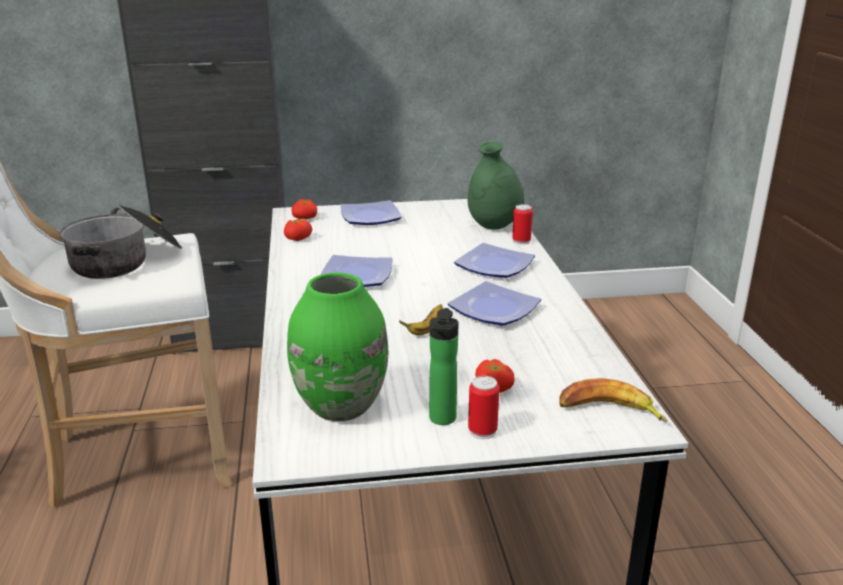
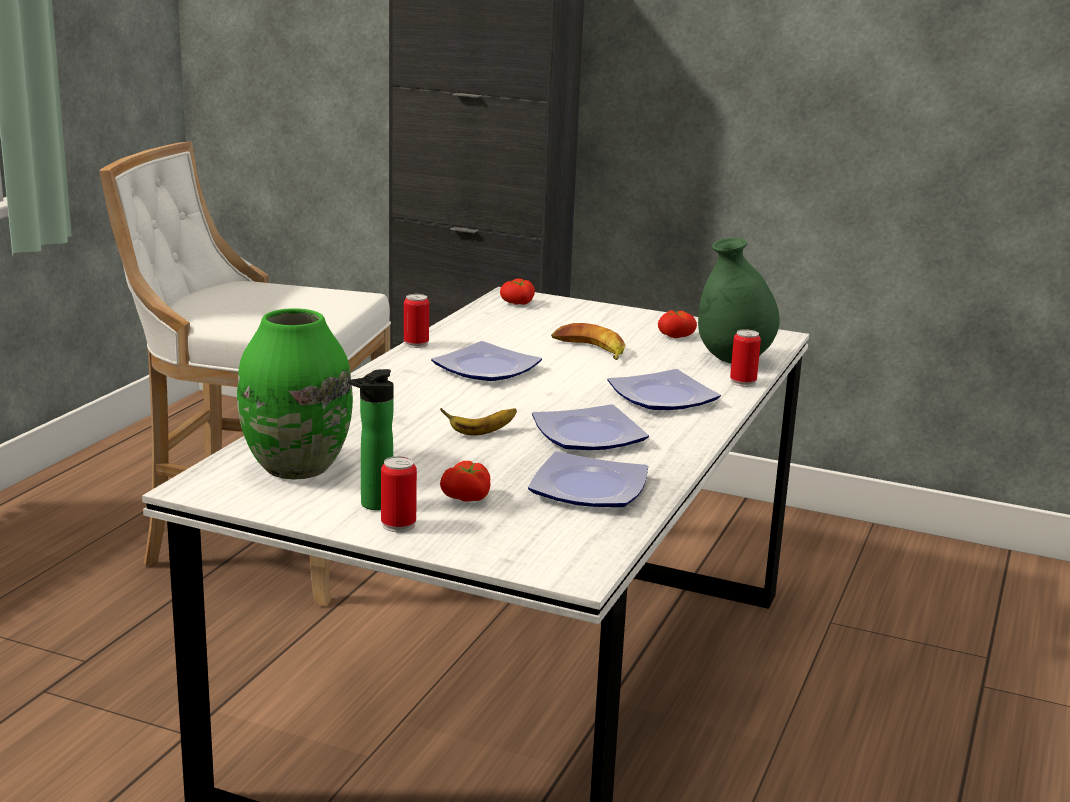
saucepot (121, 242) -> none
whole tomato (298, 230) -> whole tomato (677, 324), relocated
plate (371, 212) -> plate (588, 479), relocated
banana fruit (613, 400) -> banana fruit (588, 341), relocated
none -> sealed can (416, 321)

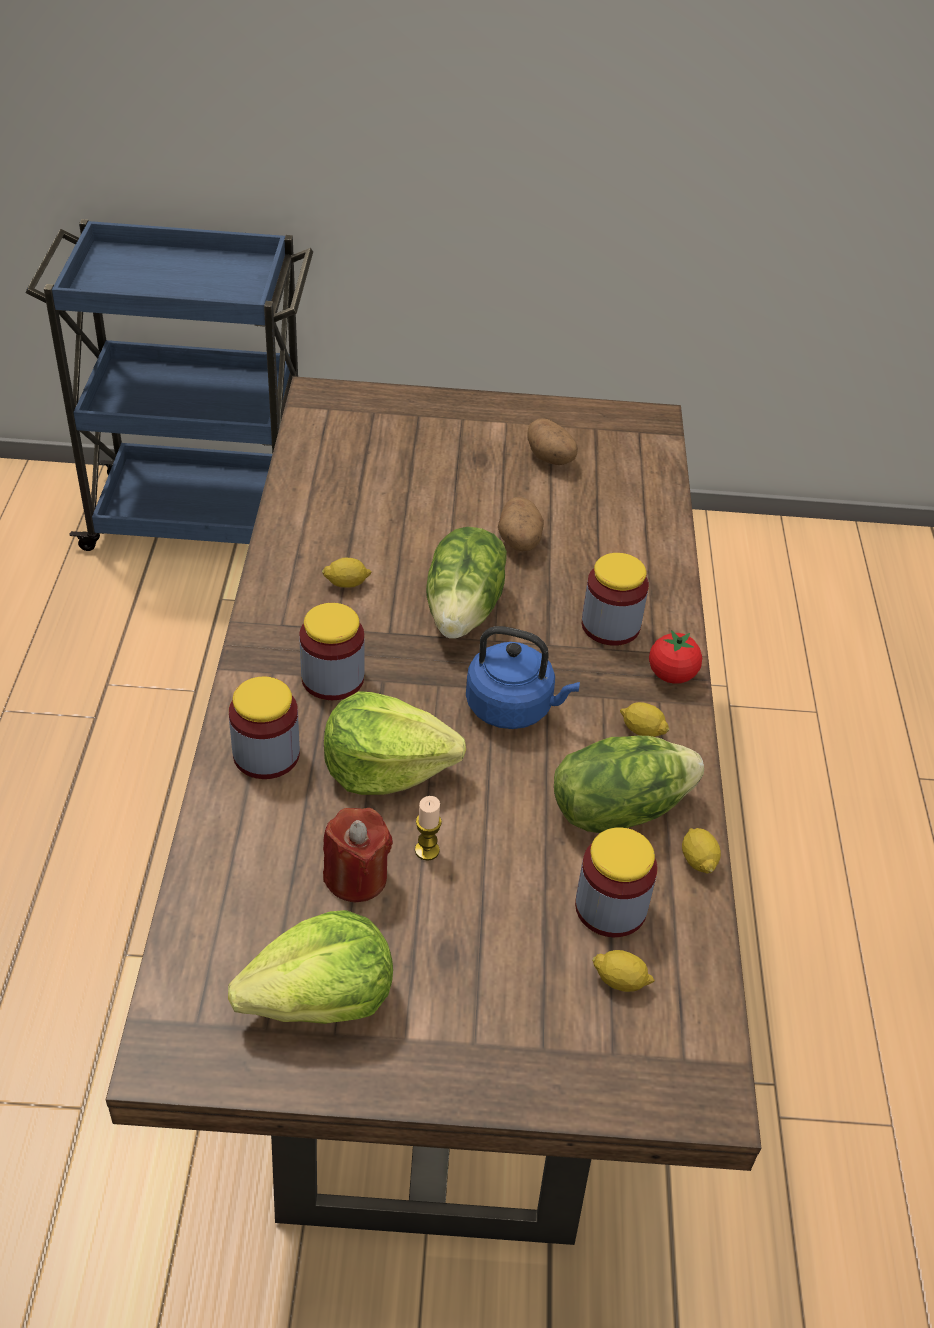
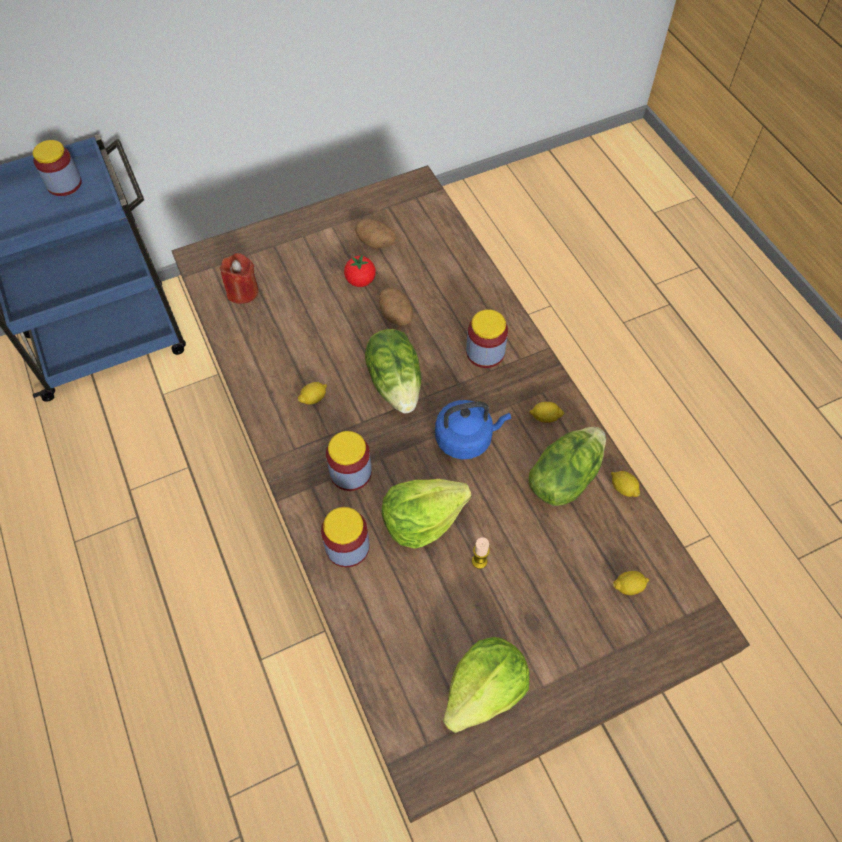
candle (red-coloured) (358, 855) -> candle (red-coloured) (239, 278), relocated
jar (616, 882) -> jar (57, 168), relocated
whole tomato (675, 657) -> whole tomato (360, 271), relocated

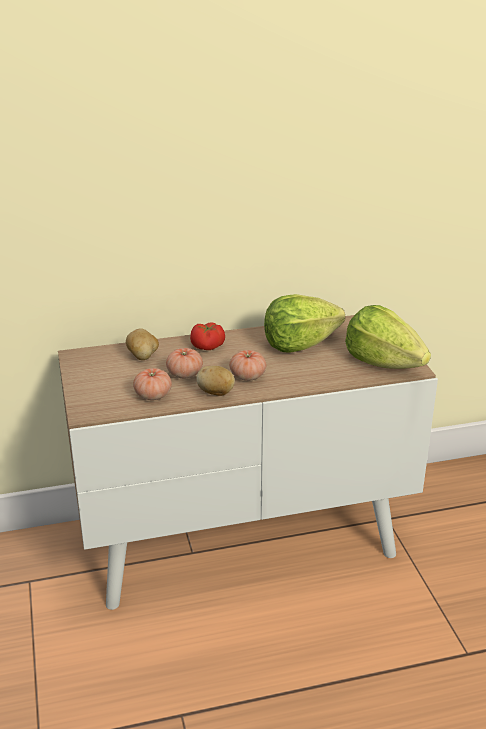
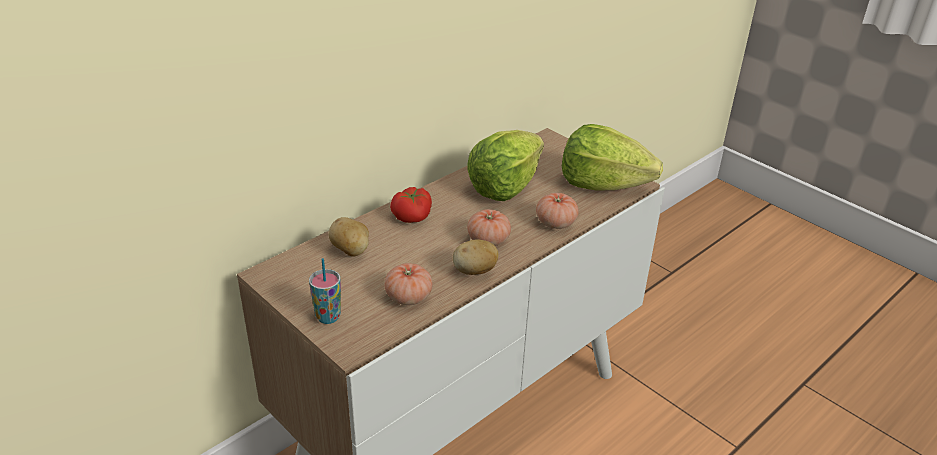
whole tomato (184, 363) -> whole tomato (557, 211), relocated
none -> drinking cup (325, 291)

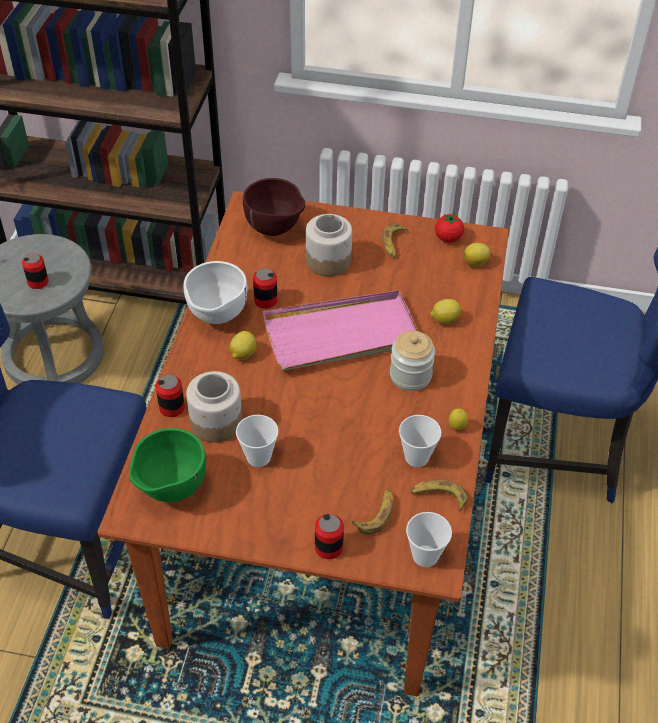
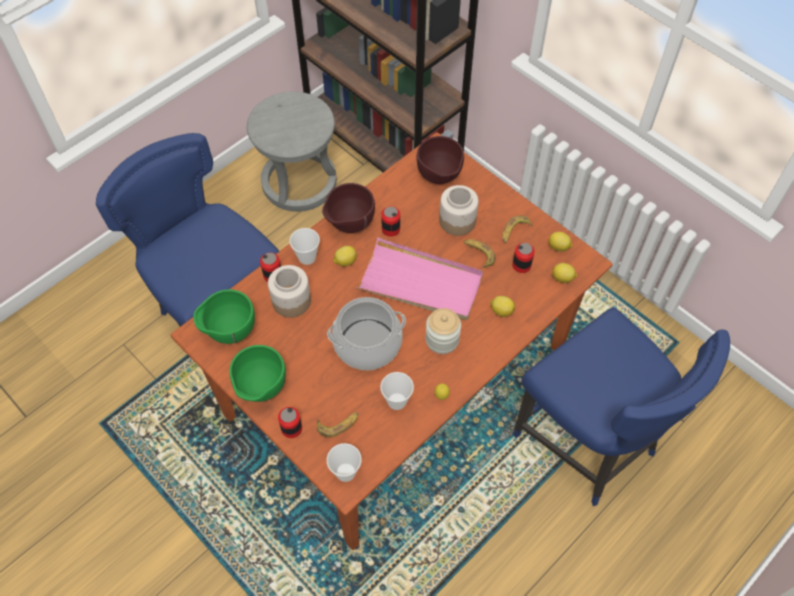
sealed can (35, 271) -> sealed can (523, 258), relocated
bowl (white-coloured) (215, 292) -> bowl (brown-coloured) (348, 208)
drinking cup (257, 441) -> drinking cup (305, 246), relocated
banana fruit (439, 495) -> banana fruit (479, 253), relocated
whole tomato (449, 228) -> lemon (560, 242)
none -> bowl (green-coloured) (257, 373)
none -> saucepot (366, 333)

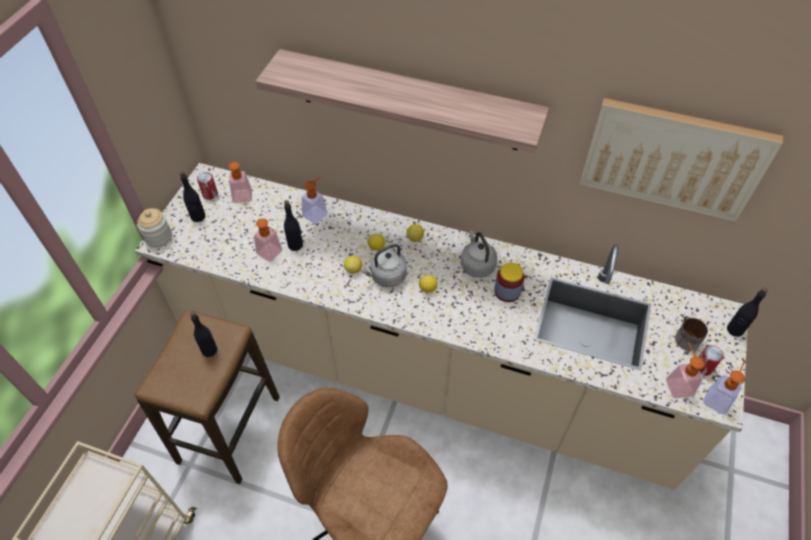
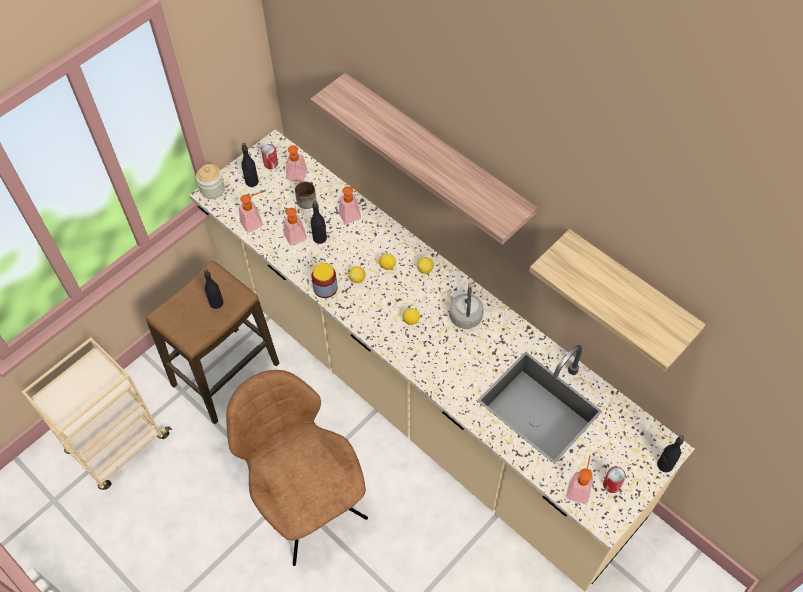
water kettle (greyish) (384, 265) -> none
jar (509, 282) -> jar (324, 280), relocated
picture (681, 160) -> bracket shelf (617, 300)
tea mug (691, 333) -> tea mug (305, 195), relocated
soap bottle (724, 387) -> soap bottle (251, 212), relocated

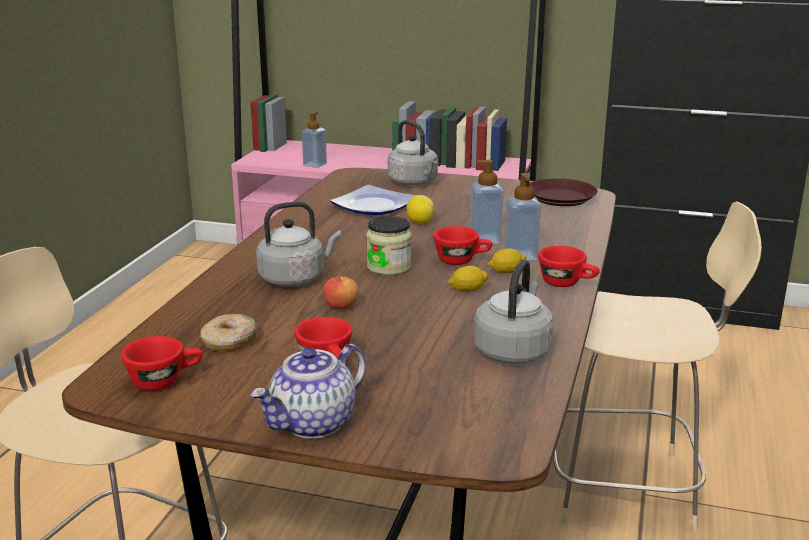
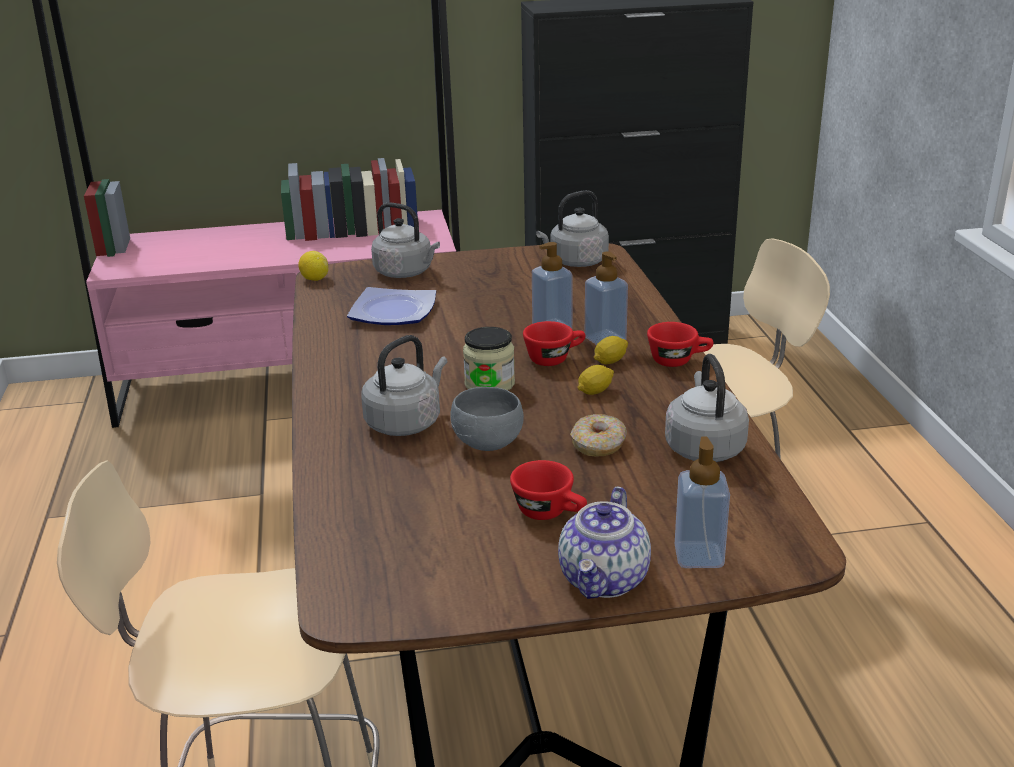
drinking cup (red-coloured) (161, 363) -> none
donut (229, 332) -> donut (598, 435), relocated
soap bottle (314, 140) -> soap bottle (702, 502), relocated
apple fruit (341, 292) -> bowl (greyish) (487, 419)
lemon (420, 209) -> lemon (313, 266), relocated
plate (brown-coloured) (563, 192) -> water kettle (greyish) (572, 228)

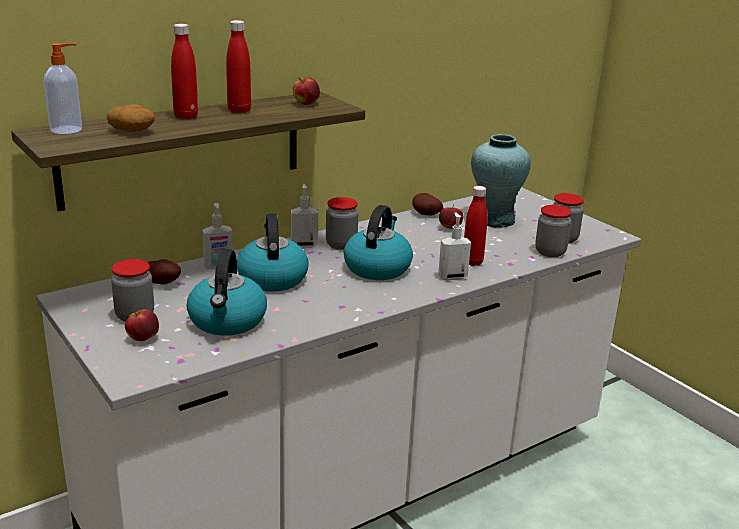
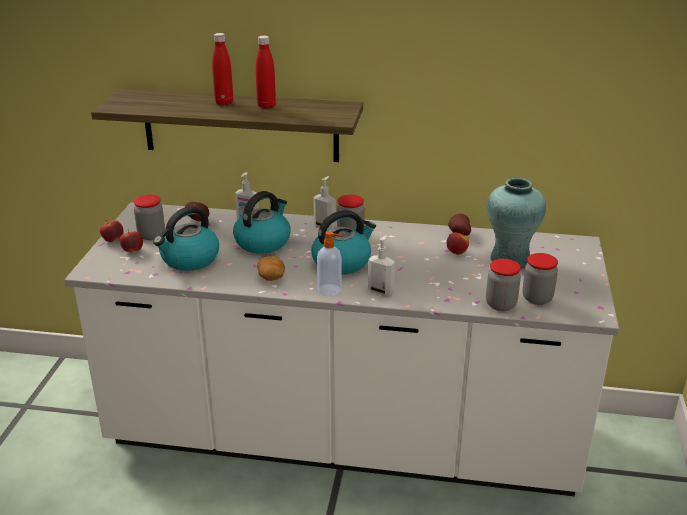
soap bottle (63, 88) -> soap bottle (329, 263), relocated
whole potato (131, 118) -> whole potato (271, 268), relocated
apple fruit (306, 91) -> apple fruit (112, 231), relocated
drink bottle (red-coloured) (475, 226) -> none

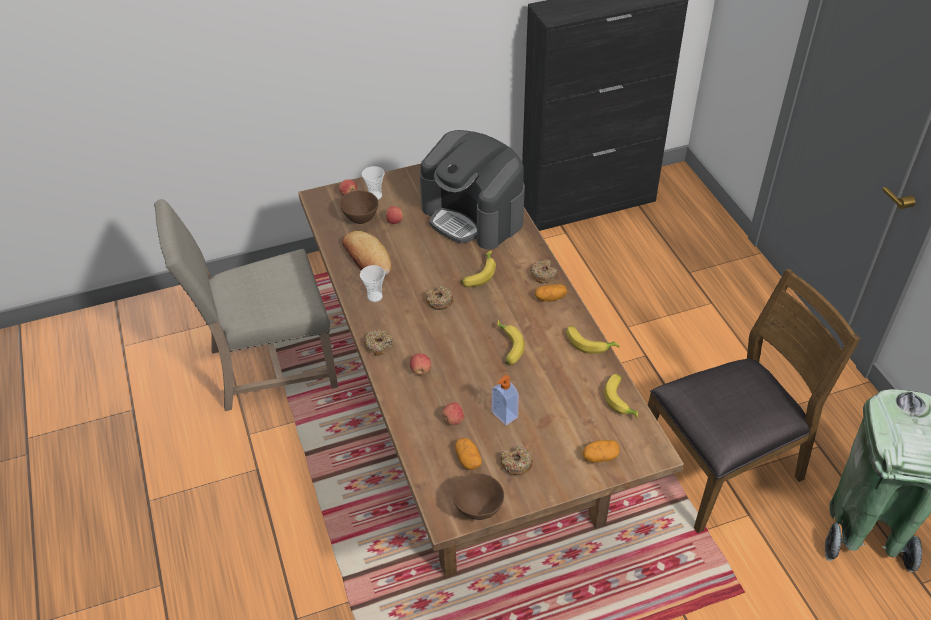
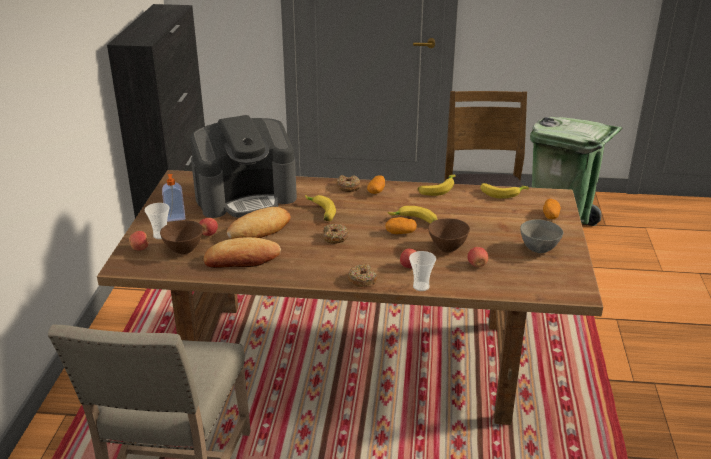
drinking cup (372, 283) -> drinking cup (422, 271), relocated
bowl (brown-coloured) (478, 496) -> bowl (brown-coloured) (449, 235), relocated
whole potato (468, 454) -> whole potato (401, 225), relocated
soap bottle (505, 400) -> soap bottle (174, 198), relocated
donut (516, 460) -> bowl (greyish) (541, 236)
none -> baked bread (259, 223)

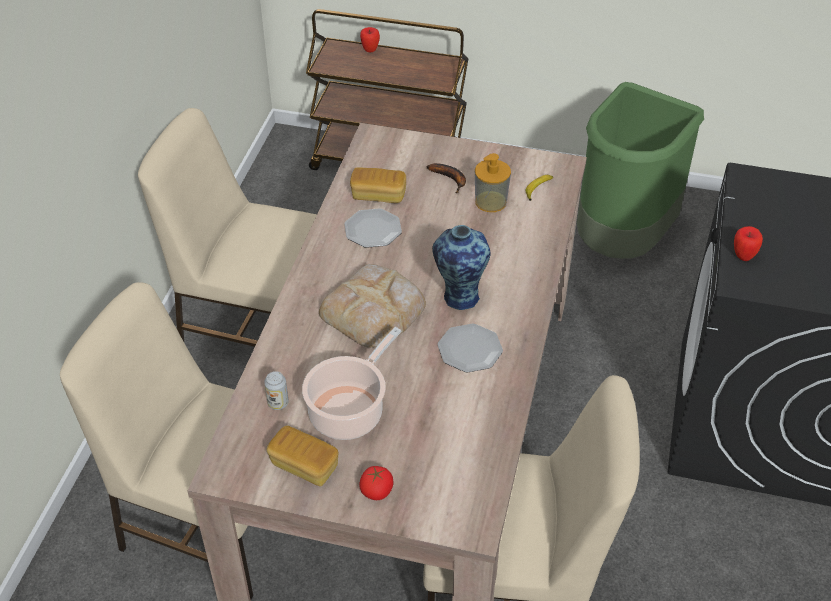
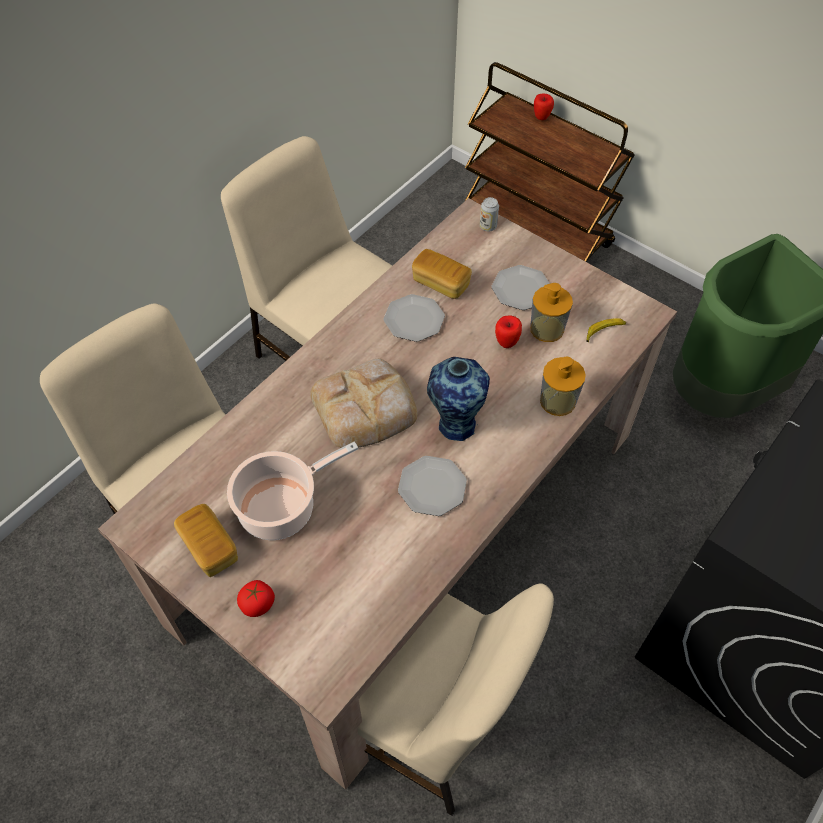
sealed can (276, 390) -> sealed can (489, 214), relocated
banana fruit (446, 178) -> plate (521, 287)
apple fruit (748, 243) -> apple fruit (508, 331), relocated
none -> soap bottle (563, 386)

